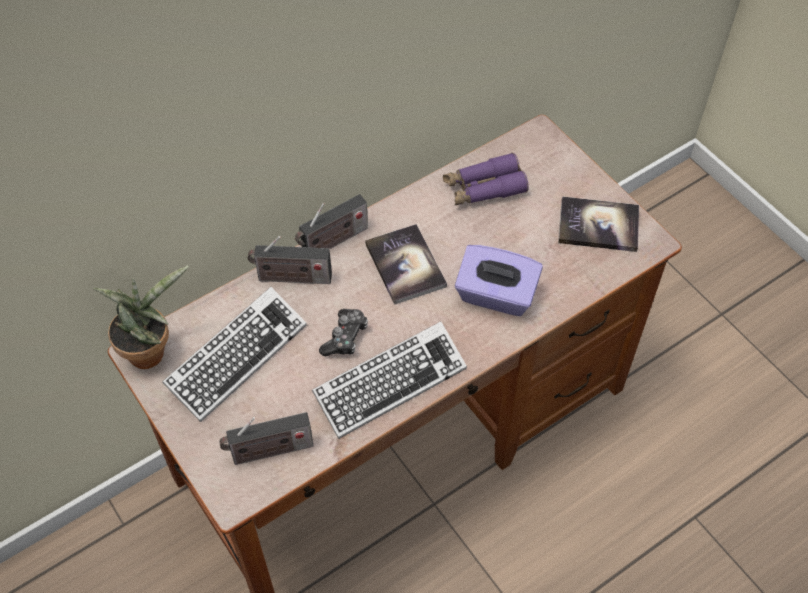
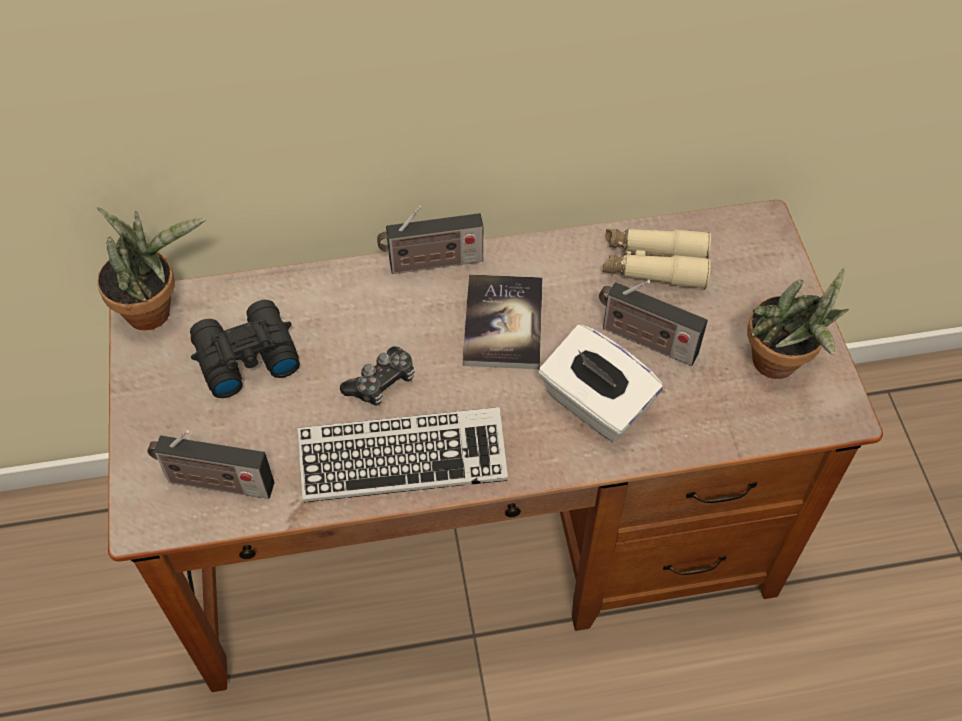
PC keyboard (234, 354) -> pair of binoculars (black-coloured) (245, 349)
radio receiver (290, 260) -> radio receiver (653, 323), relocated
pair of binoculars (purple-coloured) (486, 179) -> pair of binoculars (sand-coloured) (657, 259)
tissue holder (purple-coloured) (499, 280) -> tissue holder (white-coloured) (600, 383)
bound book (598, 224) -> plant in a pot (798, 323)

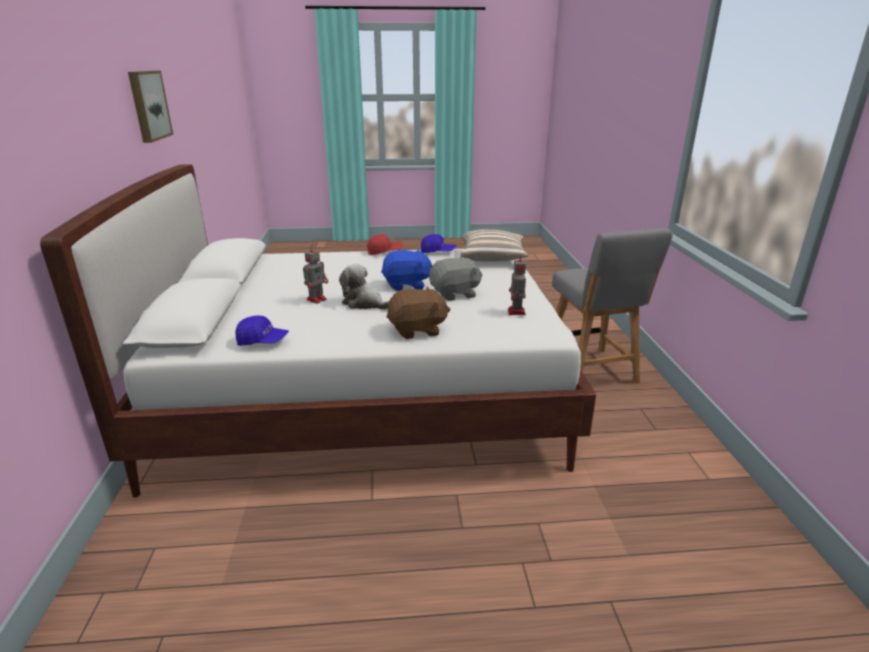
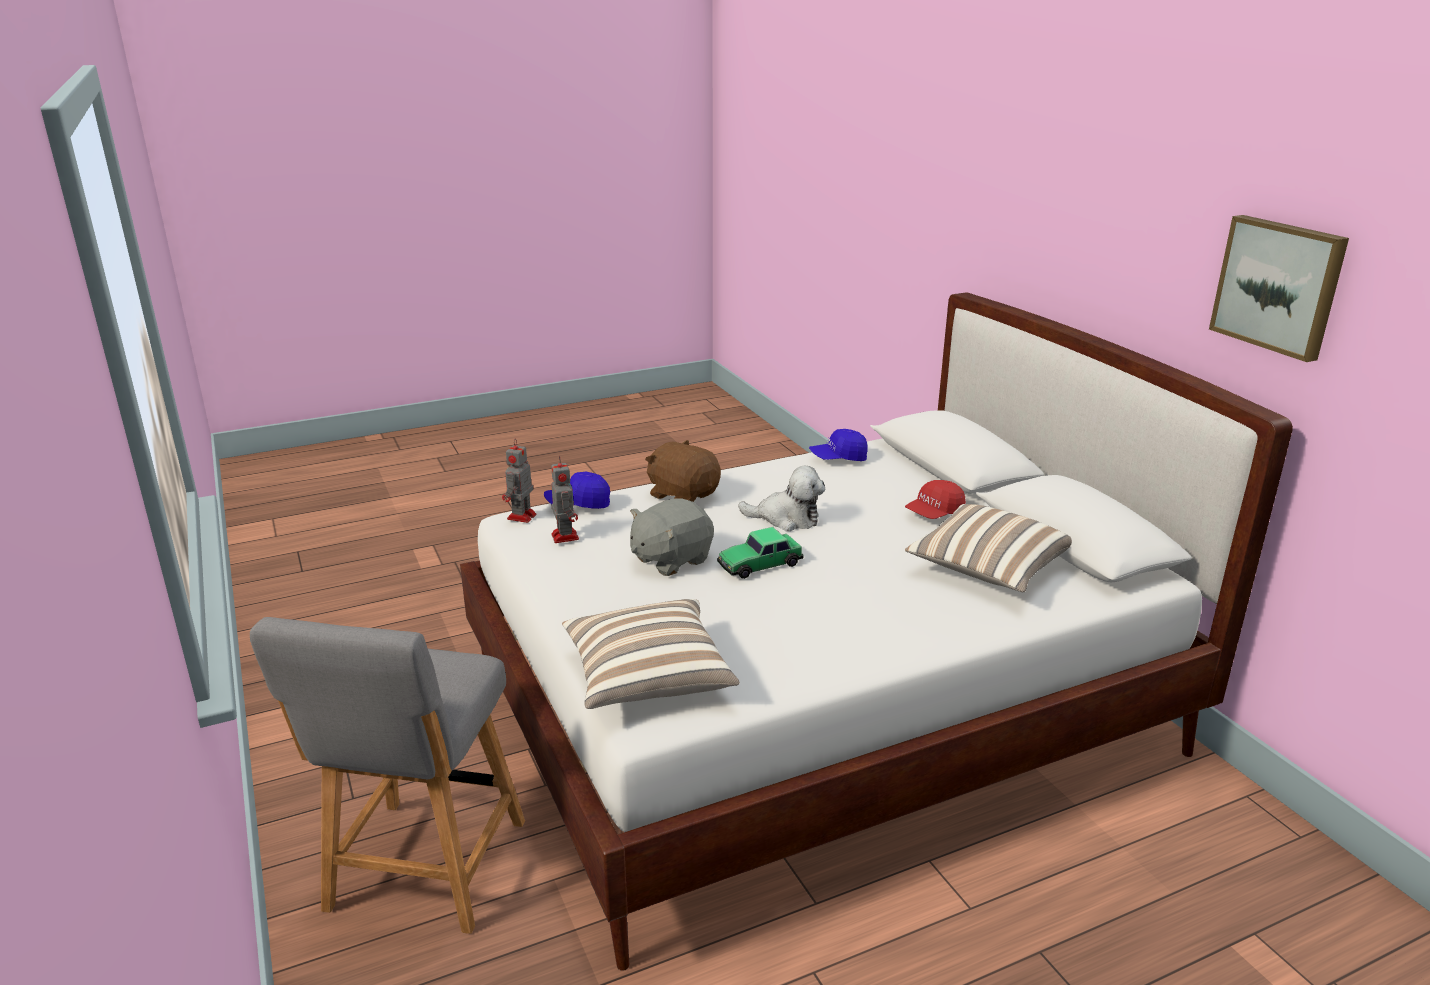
robot figure (315, 274) -> robot figure (519, 481), relocated
peaked cap (red-coloured) (385, 244) -> peaked cap (red-coloured) (935, 499), relocated
plush toy (bluish) (406, 270) -> toy car (760, 553)
plush toy (brown-coloured) (418, 313) -> plush toy (brown-coloured) (683, 471), 75 degrees clockwise
peaked cap (bluish) (439, 243) -> peaked cap (bluish) (577, 490), relocated
plain chair (greyish) (612, 306) -> plain chair (greyish) (387, 775), 135 degrees counterclockwise
none -> cushion (988, 548)

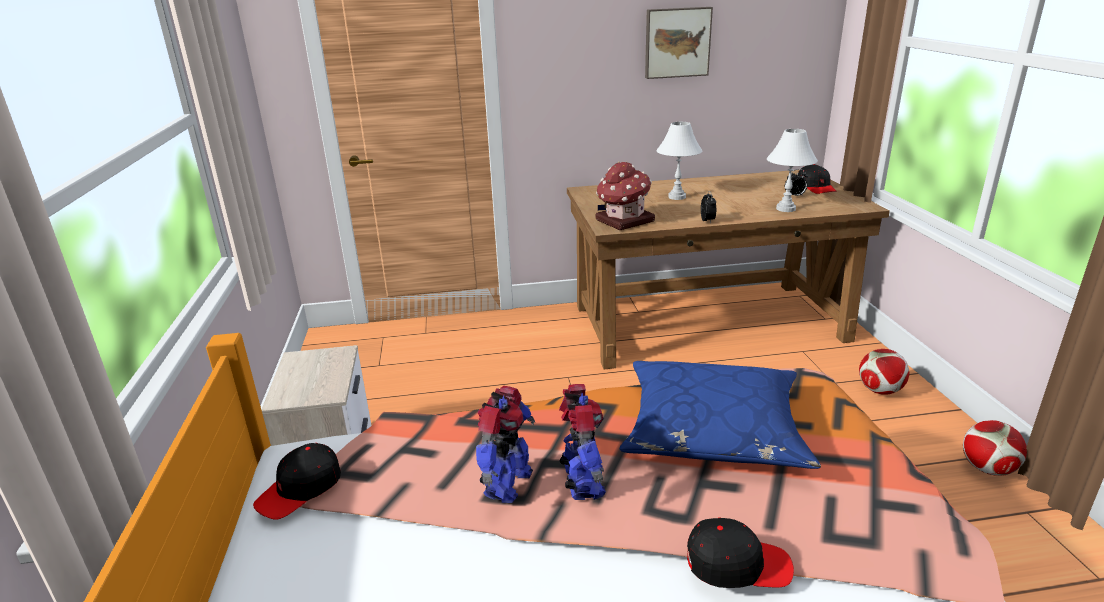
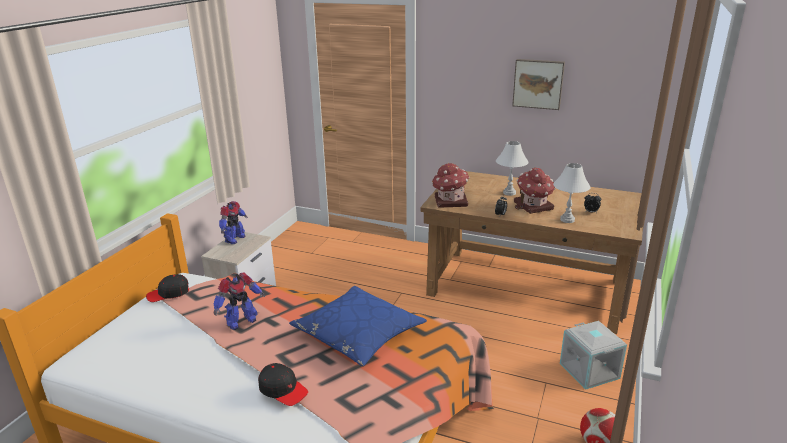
robot figure (582, 442) -> robot figure (233, 222), relocated
peaked cap (black-coloured) (817, 179) -> none
football ball (884, 372) -> storage box (greyish) (593, 355)
none -> model house (535, 191)

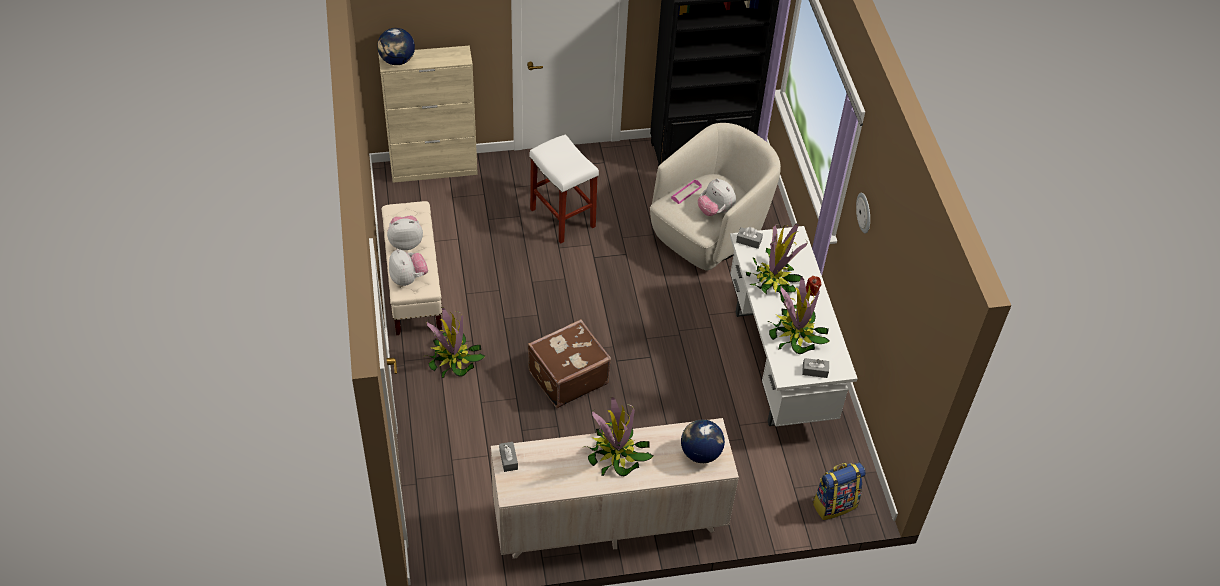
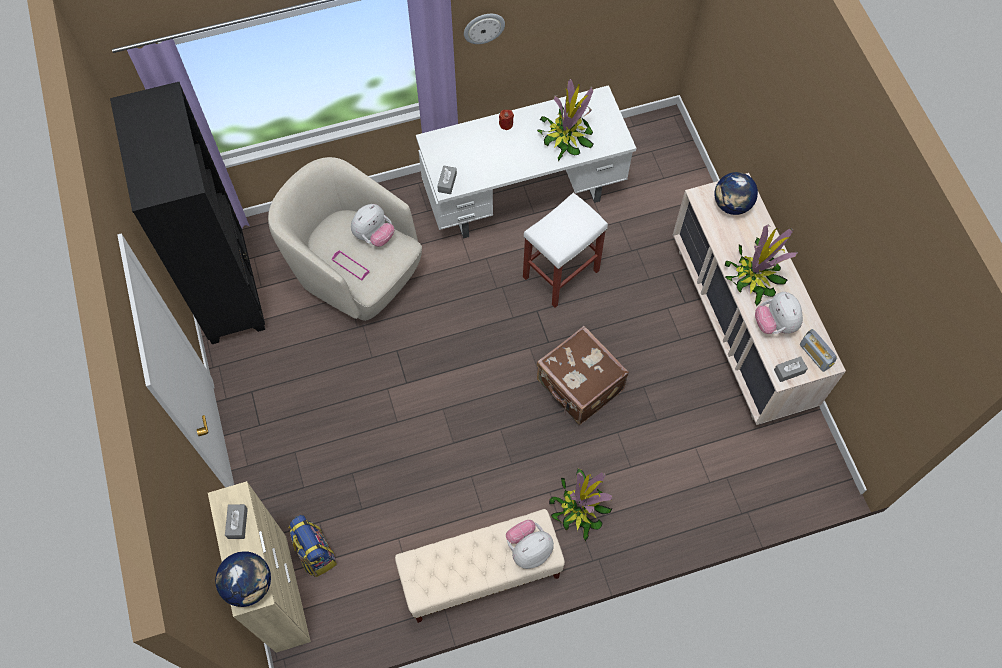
plush toy (405, 232) -> plush toy (779, 313), relocated
stool seat (white-coloured) (564, 189) -> stool seat (white-coloured) (565, 250), relocated
plant in a pot (777, 263) -> none
tissue holder (greyish) (815, 368) -> tissue holder (greyish) (236, 521), relocated
rucksack (839, 491) -> rucksack (312, 546), relocated
none -> radio receiver (818, 350)

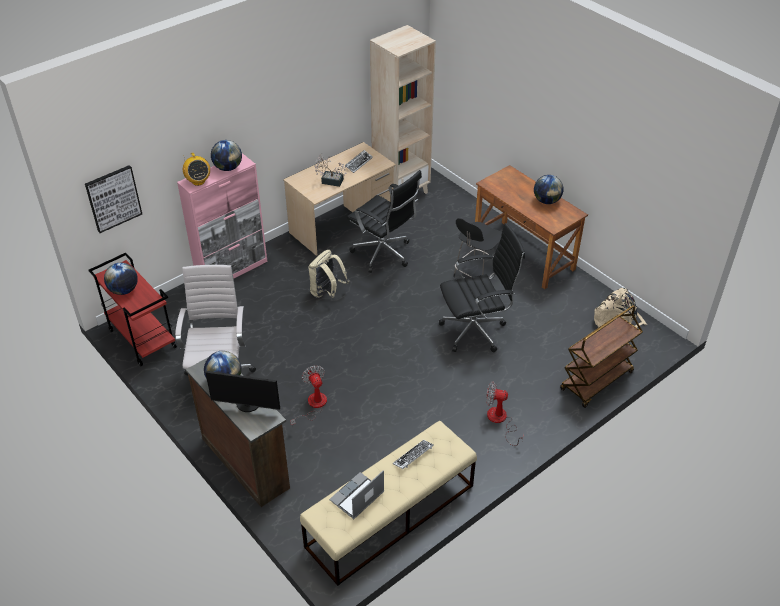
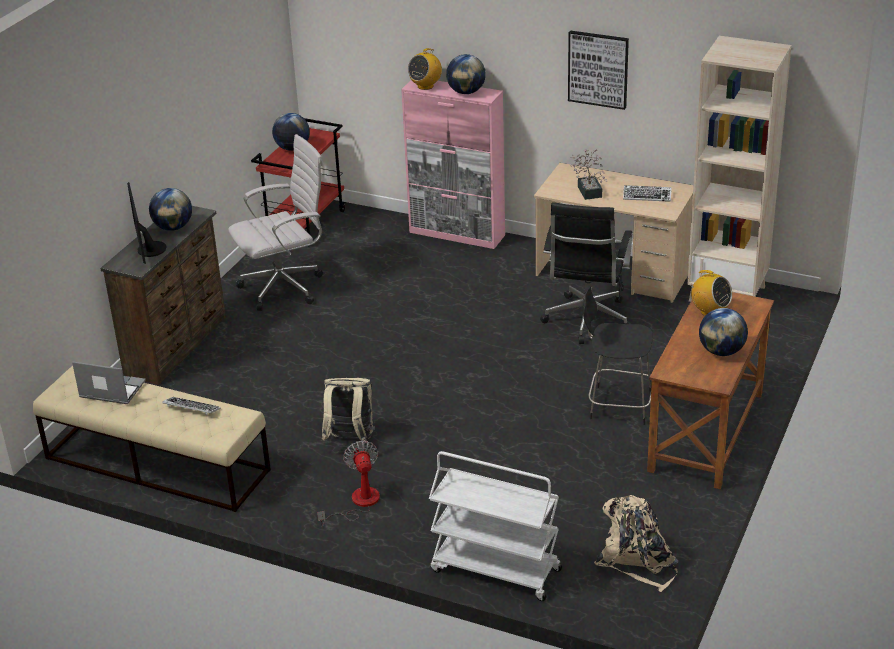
picture (113, 199) -> picture (598, 70), relocated
fan (308, 396) -> none
rucksack (sand-coloured) (328, 274) -> rucksack (sand-coloured) (348, 409), relocated
computer chair (black-coloured) (482, 287) -> none
wheeled cart (brown-coloured) (601, 356) -> wheeled cart (white-coloured) (495, 526)
none -> radio receiver (711, 293)

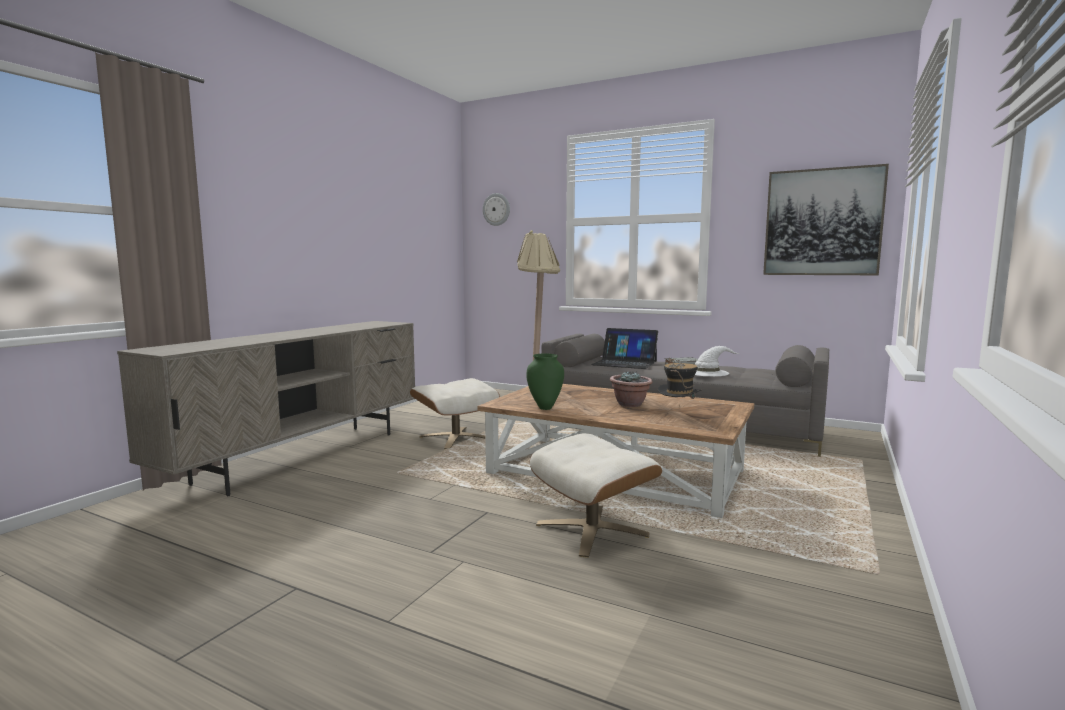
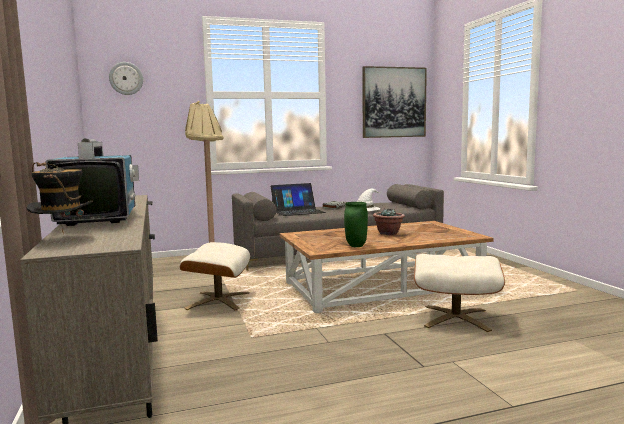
wearable hat (680, 378) -> wearable hat (59, 197), relocated
none -> television (92, 182)

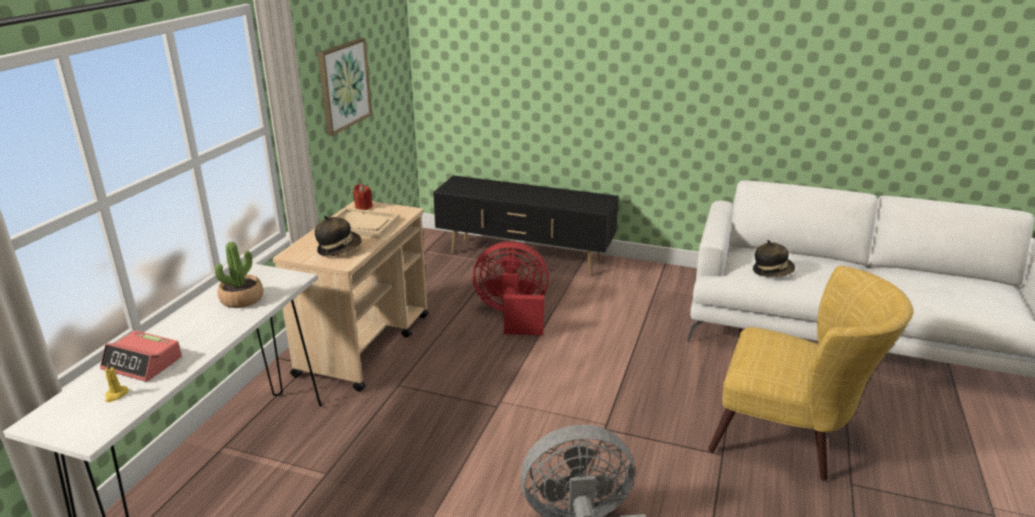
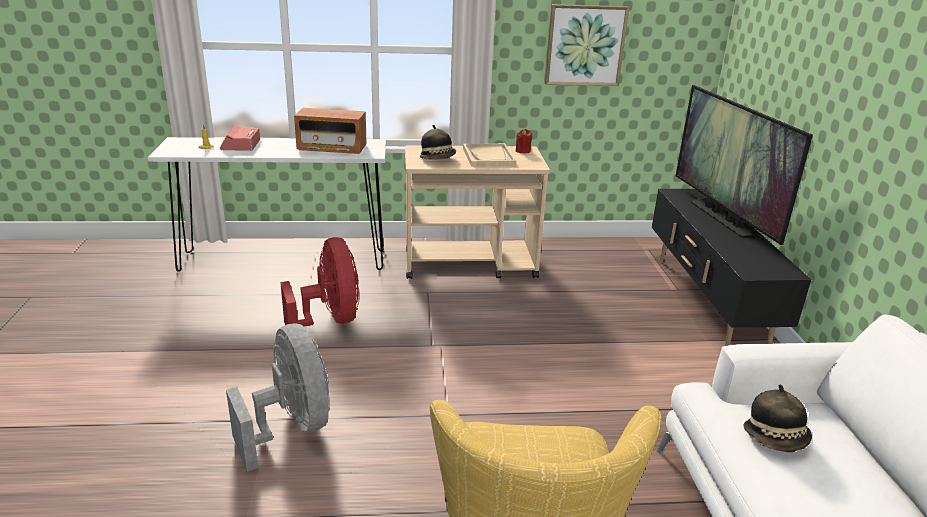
plant in a pot (239, 275) -> radio receiver (330, 131)
fan (red-coloured) (511, 288) -> fan (red-coloured) (319, 282), relocated
none -> television (744, 165)

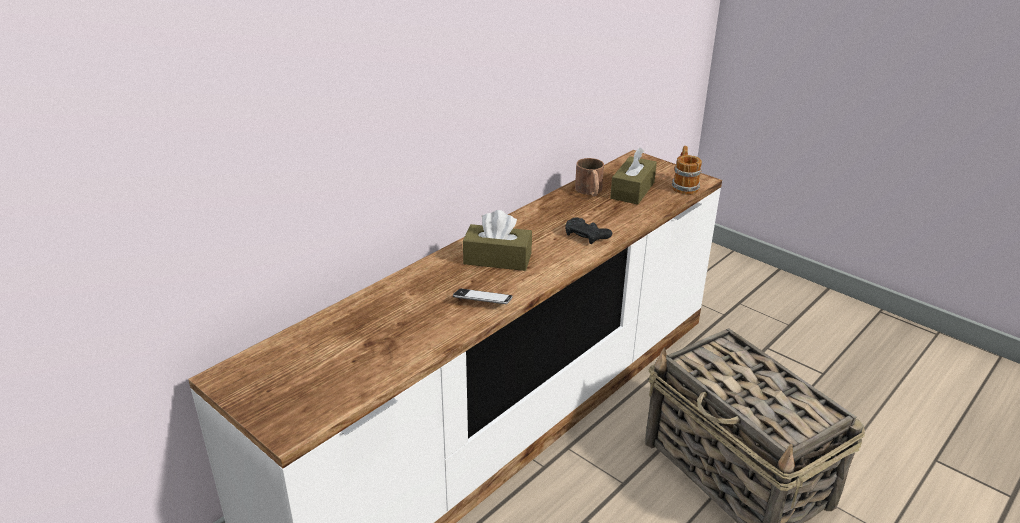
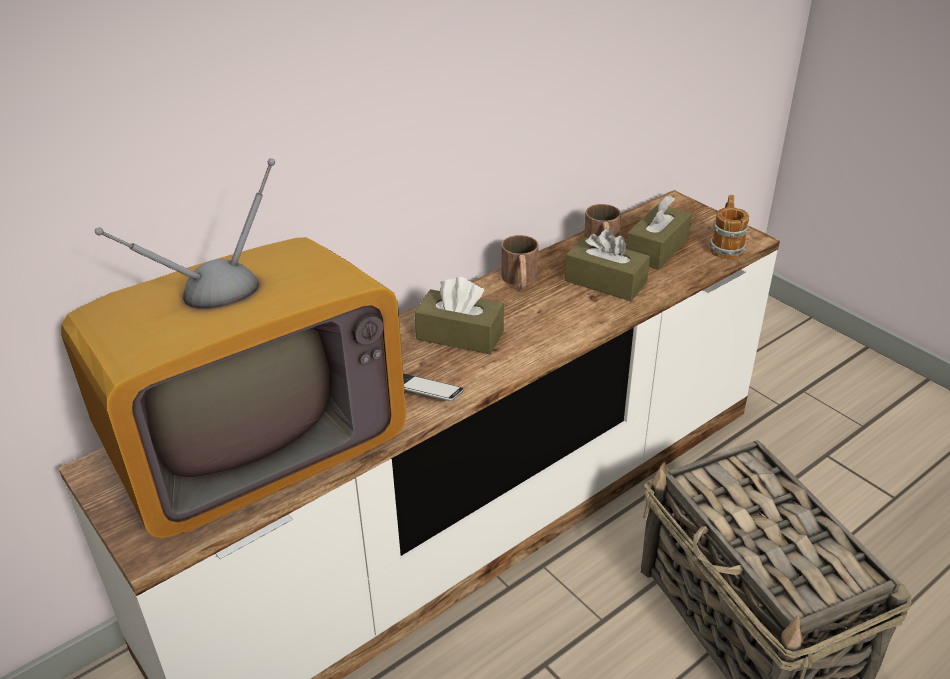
gamepad (black-coloured) (588, 231) -> none
none -> television (233, 348)
none -> tea mug (brown-coloured) (520, 262)
none -> tissue holder (brown-coloured) (607, 264)

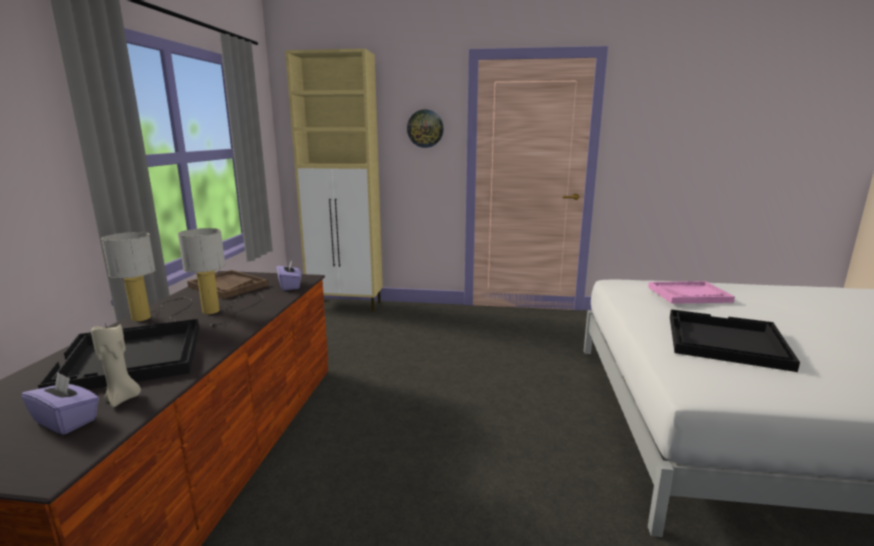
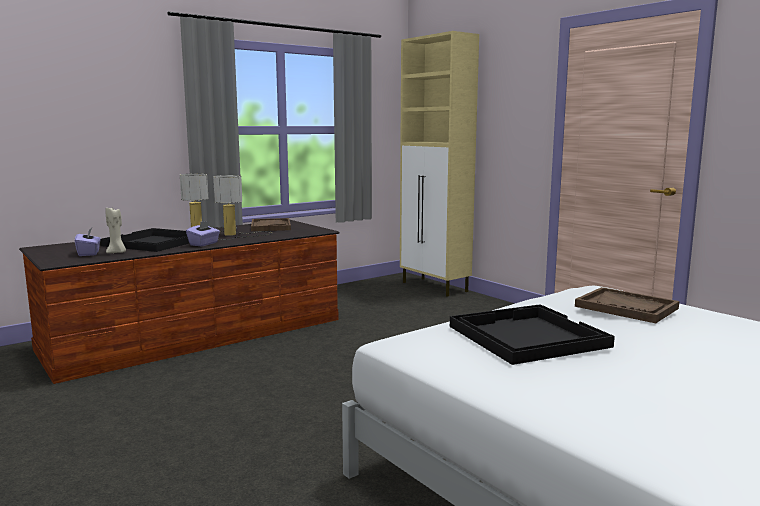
tissue holder (purple-coloured) (289, 275) -> tissue holder (purple-coloured) (203, 233), relocated
wall clock (425, 129) -> none
carrying tray (pink) (691, 292) -> carrying tray (brown-coloured) (627, 305)

